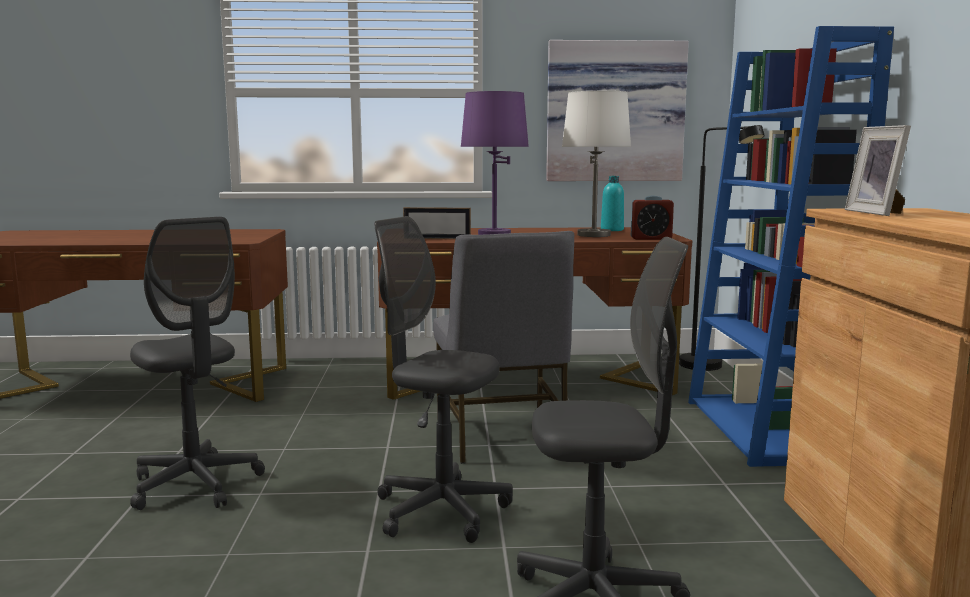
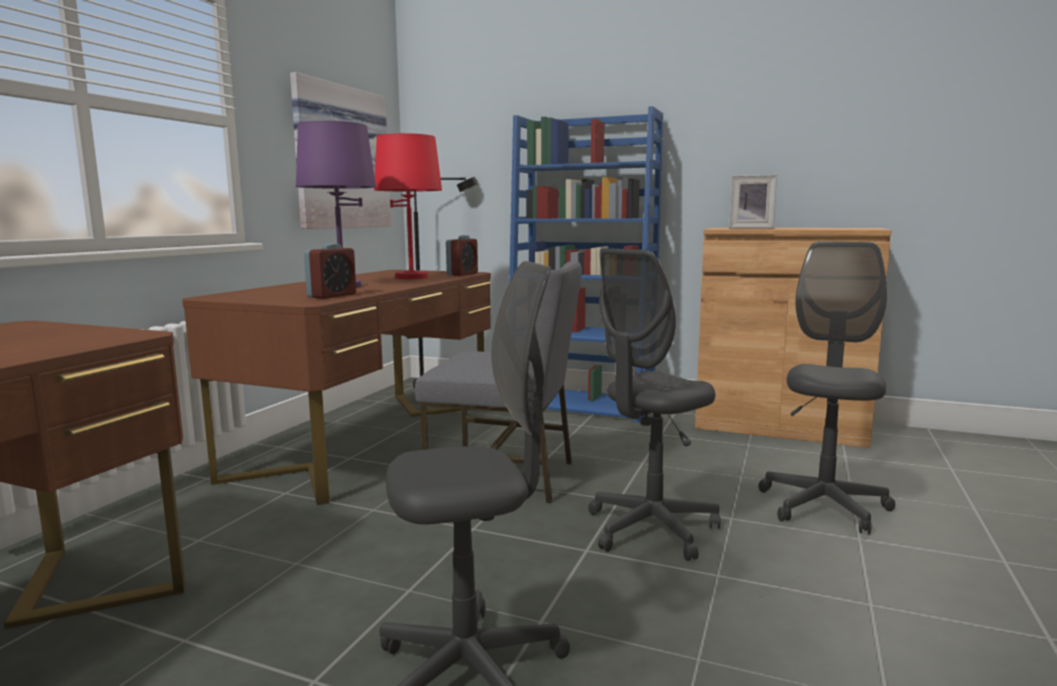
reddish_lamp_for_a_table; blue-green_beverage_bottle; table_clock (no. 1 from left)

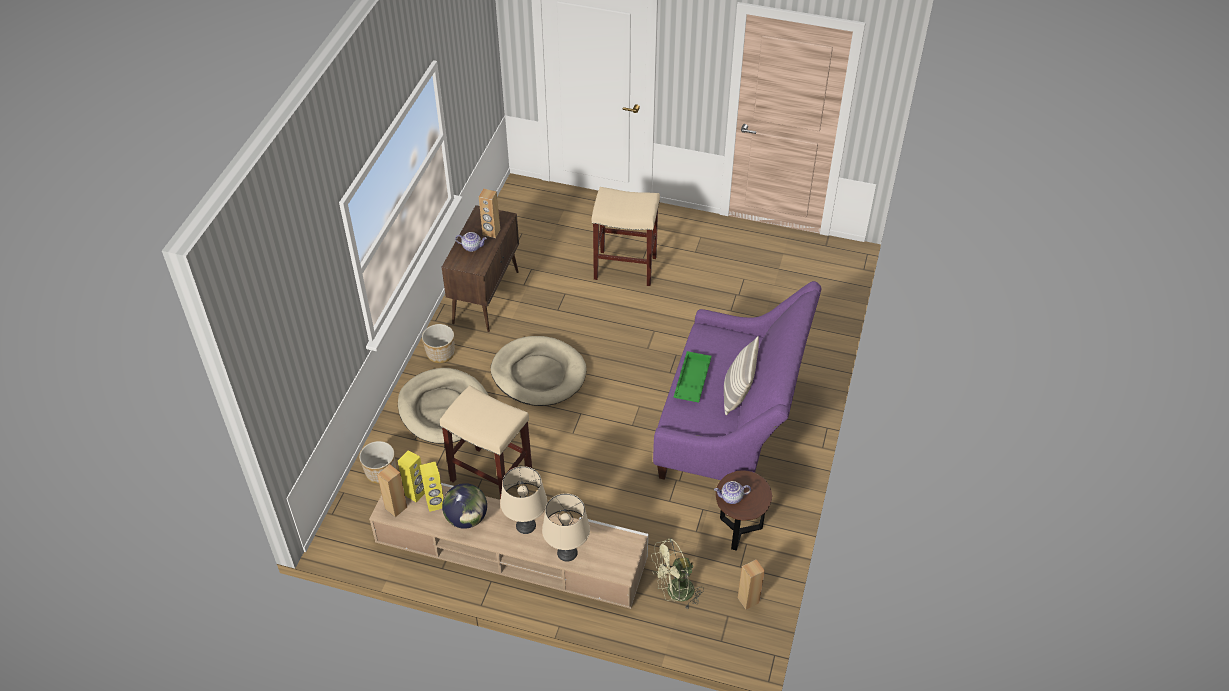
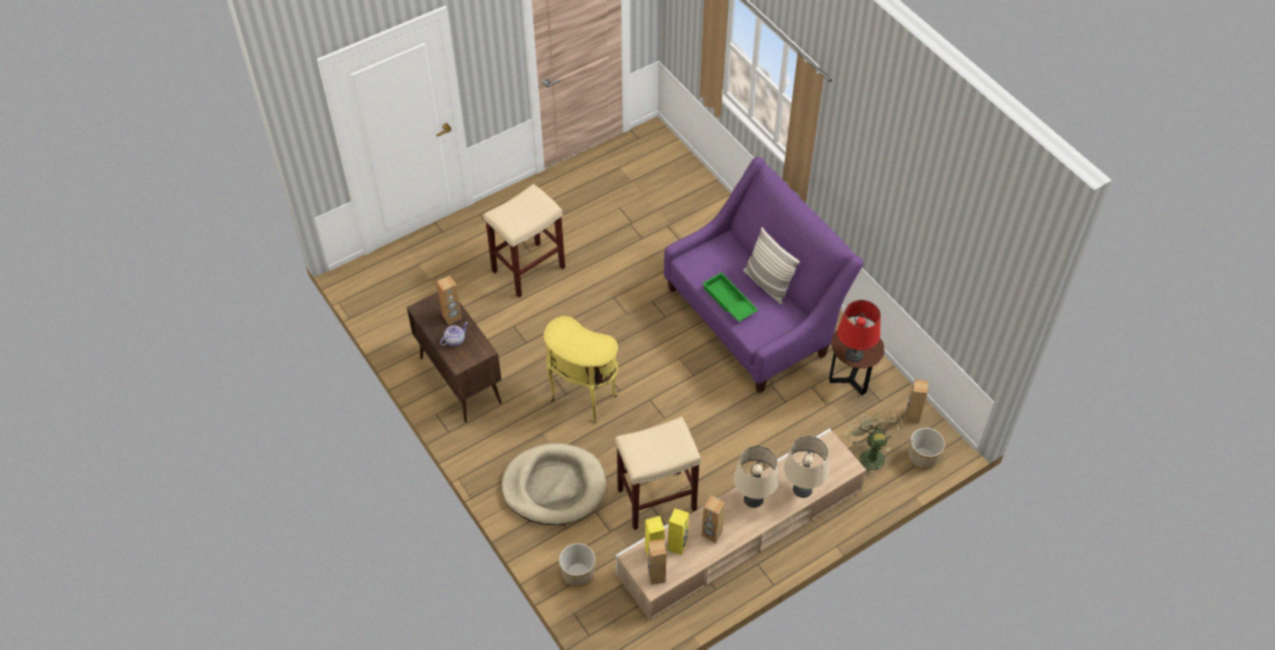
planter (no. 2 from left); yellow_accent_table; reddish_lamp_for_a_table; brownish_loudspeaker (no. 3 from left); green_fan

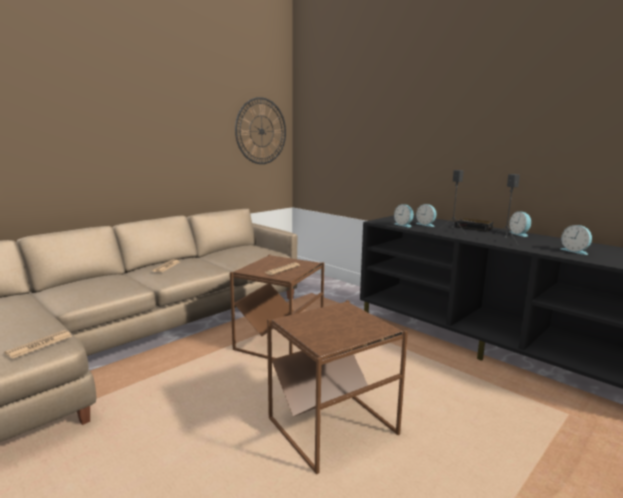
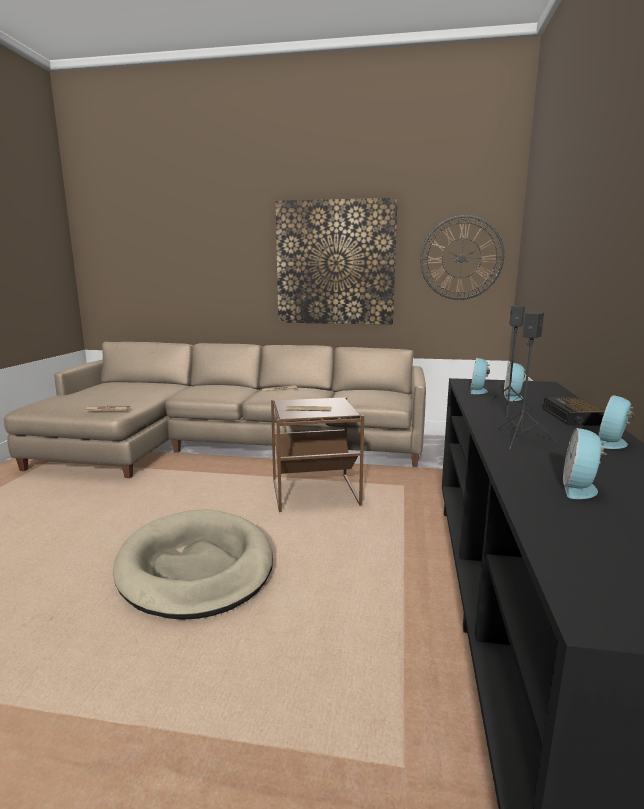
beige_dog_cushion; picture

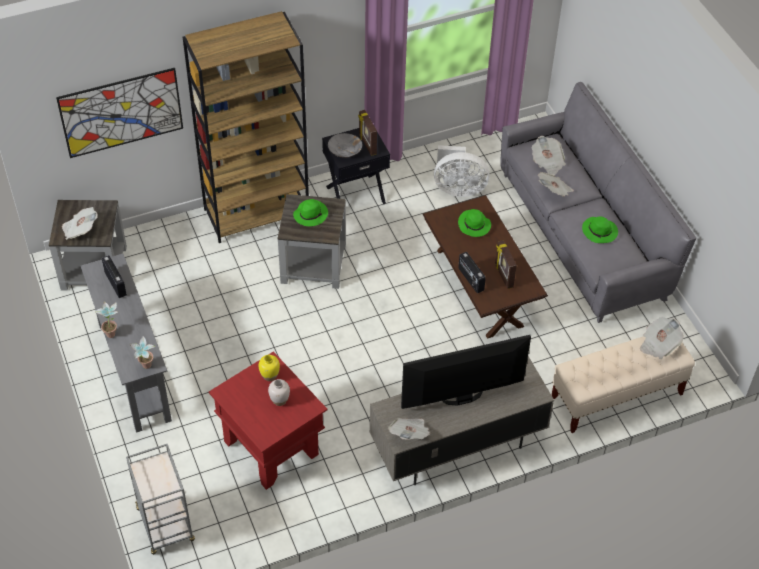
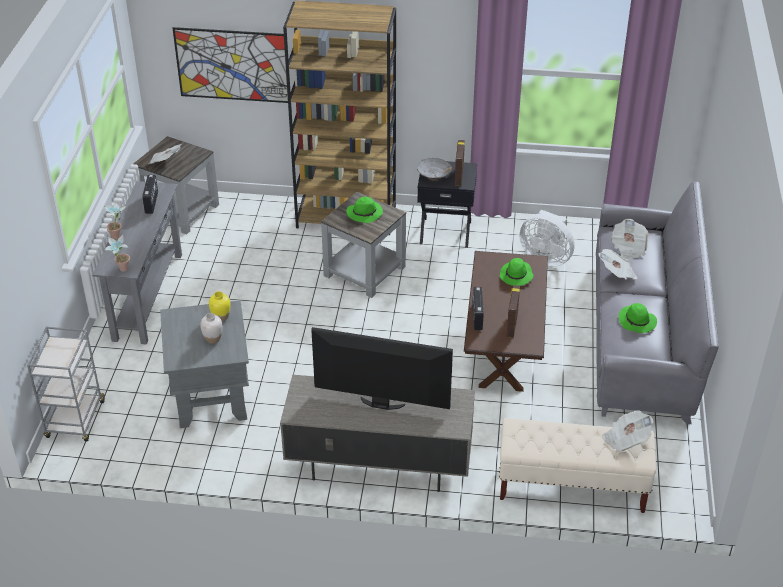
grey_accent_table (no. 2 from left); daily_paper (no. 2 from left in the first image)

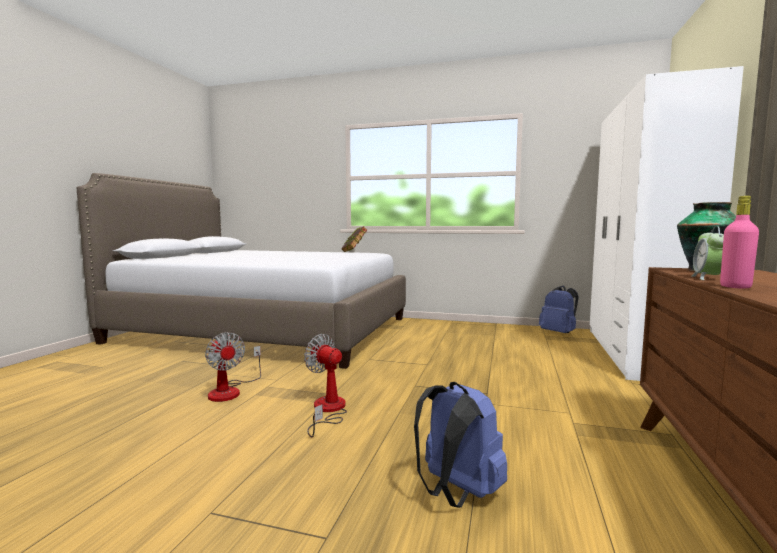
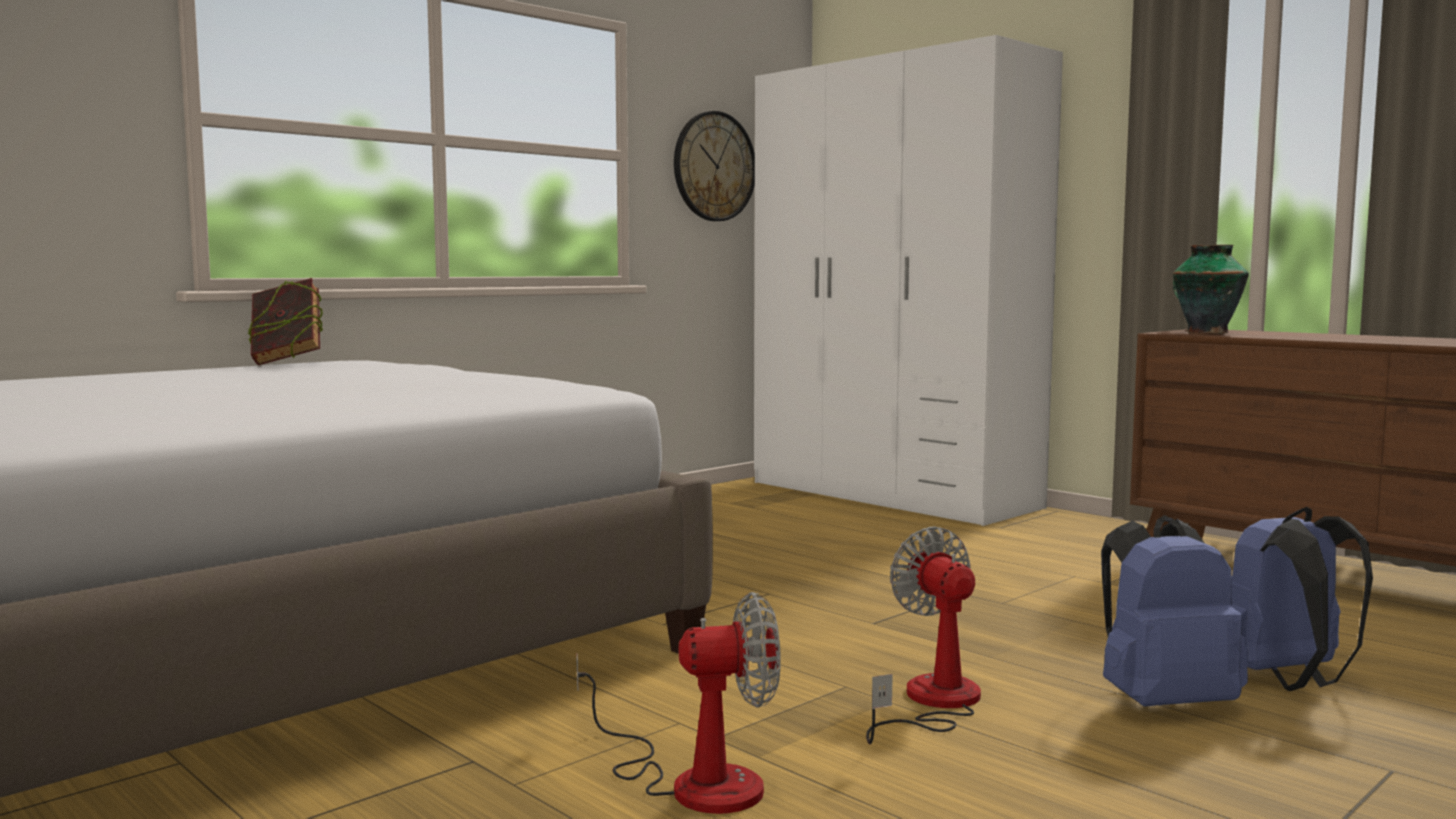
pinkish_beverage_bottle; table_clock; blue_knapsack (no. 1 from left); fan (no. 2 from left); clock_on_the_wall

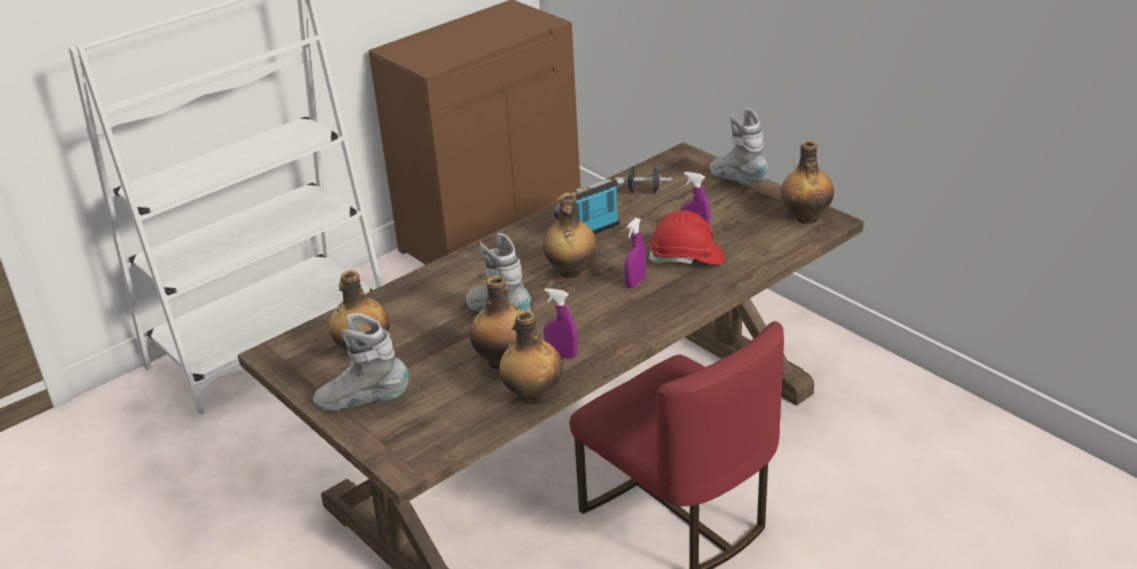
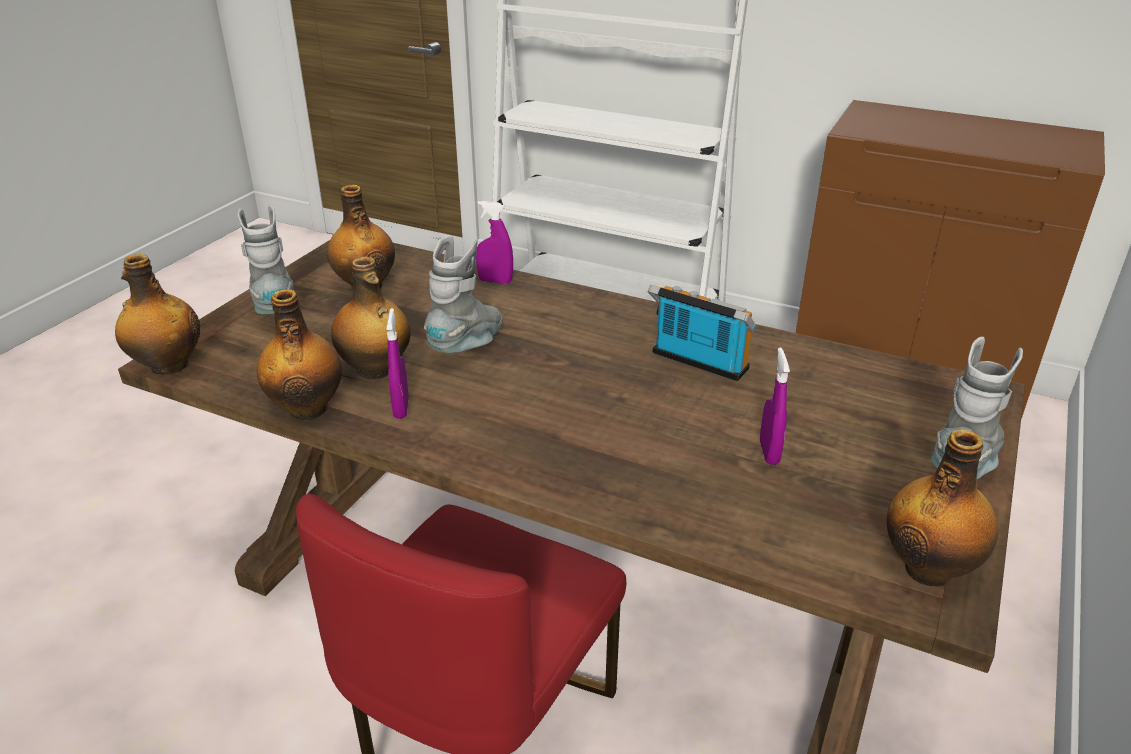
black-coloured_free_weight; beverage_bottle (no. 1 from left); reddish_hard_hat; purple_sprayer (no. 2 from left)

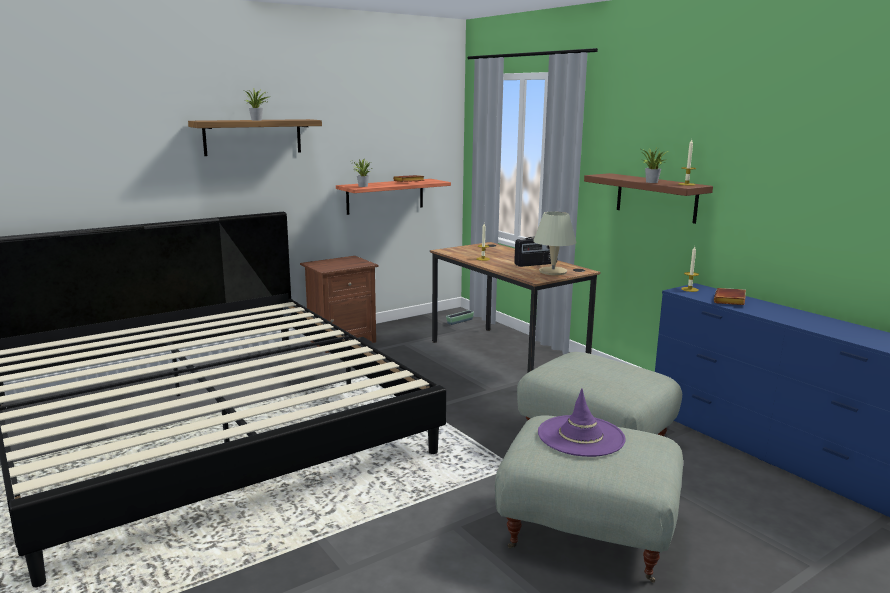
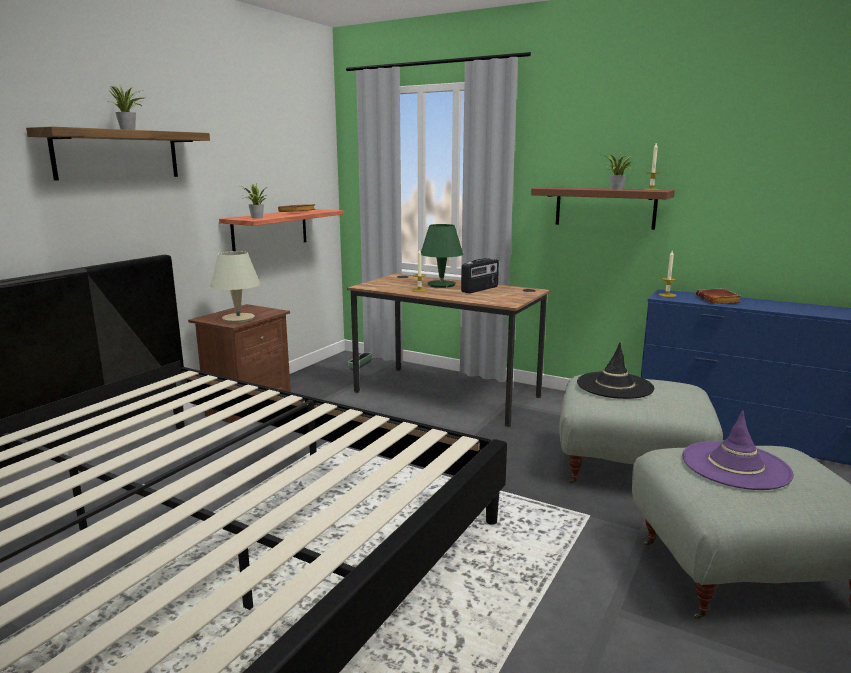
beige_lamp_for_a_table; green_lamp_for_a_table; black-coloured_hat

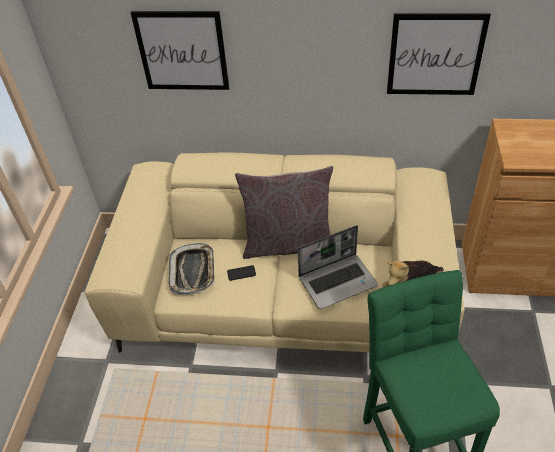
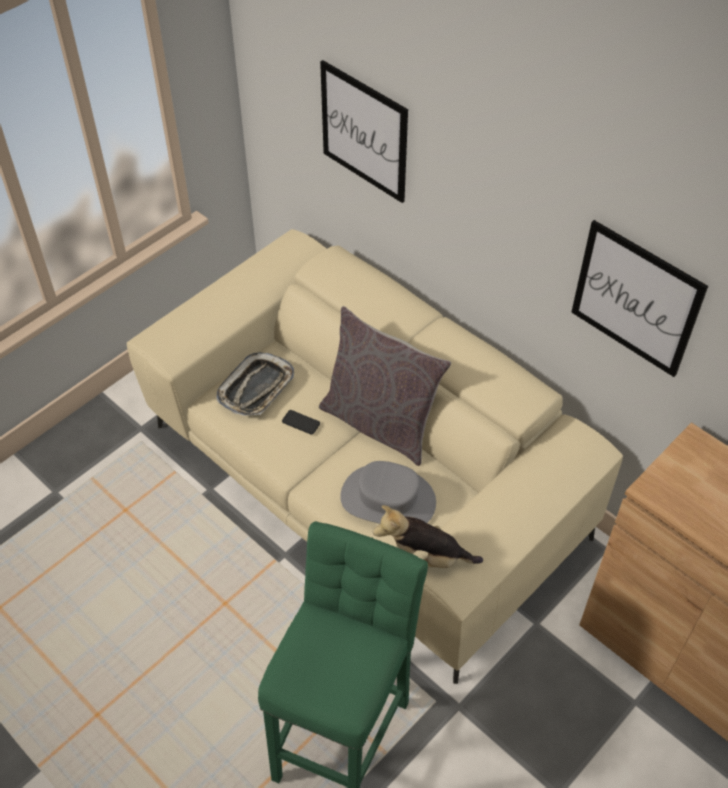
grey_hat

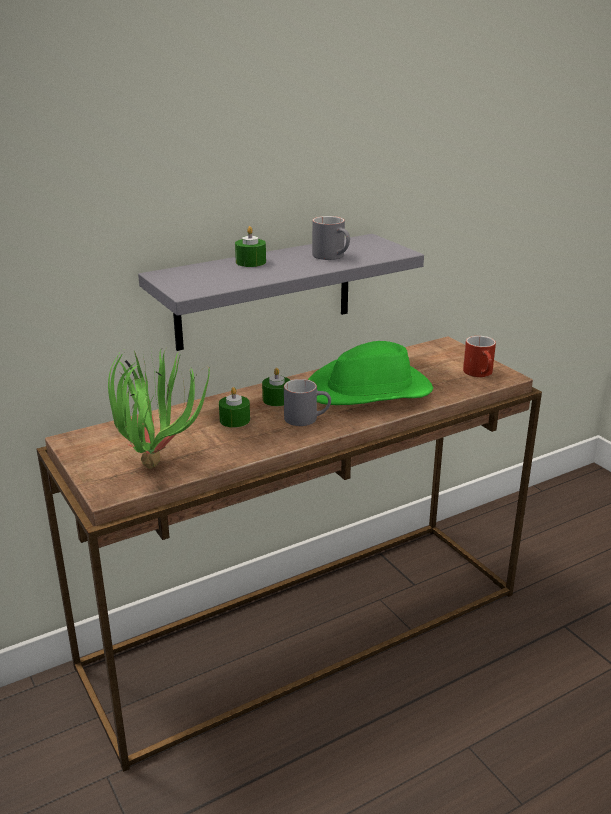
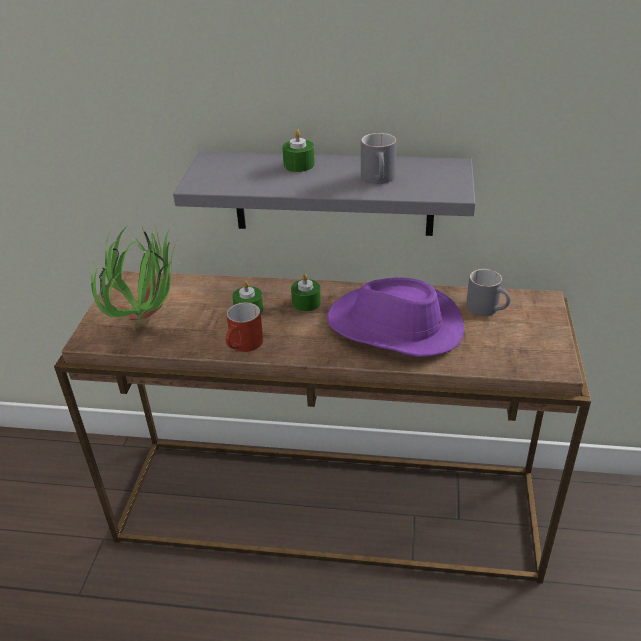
reddish_coffee_mug; purple_hat; grey_coffee_mug (no. 2 from left)

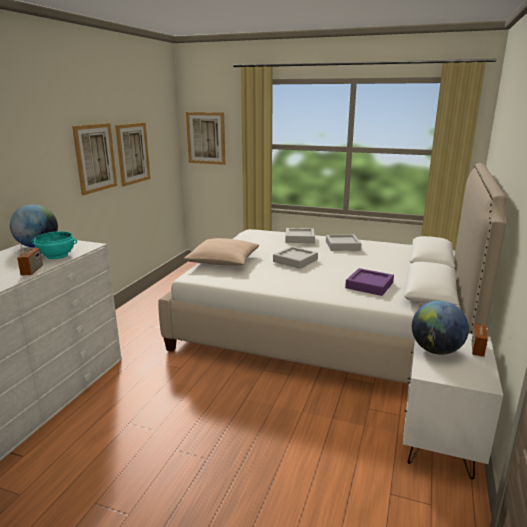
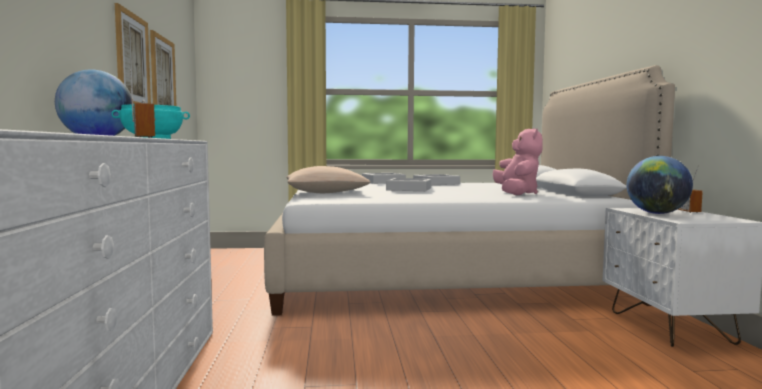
picture (no. 3 from left in the first image); pinkish_cuddly_toy

